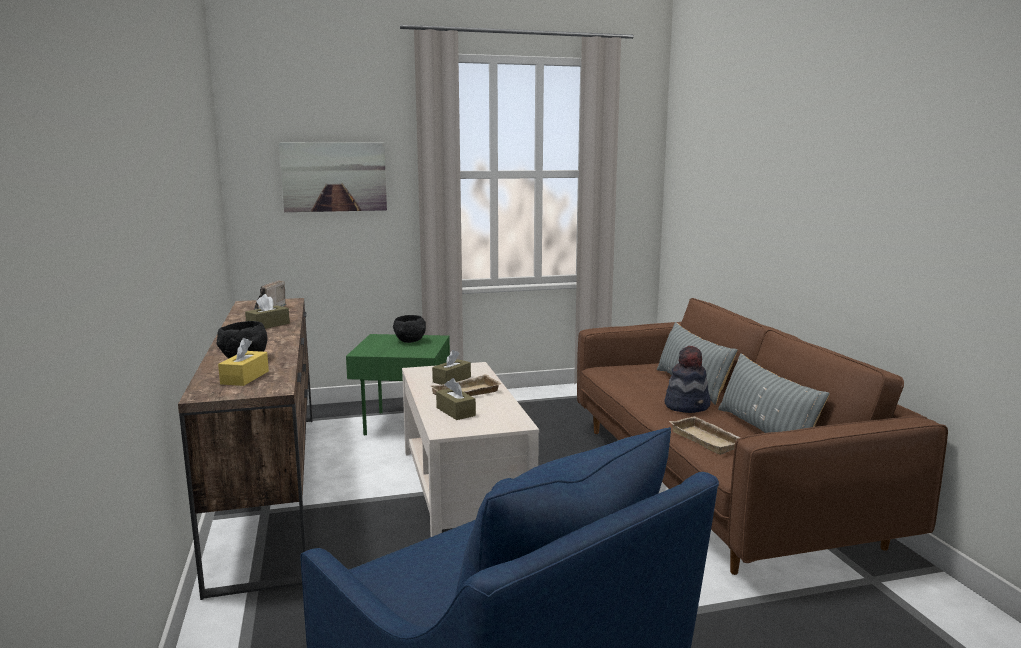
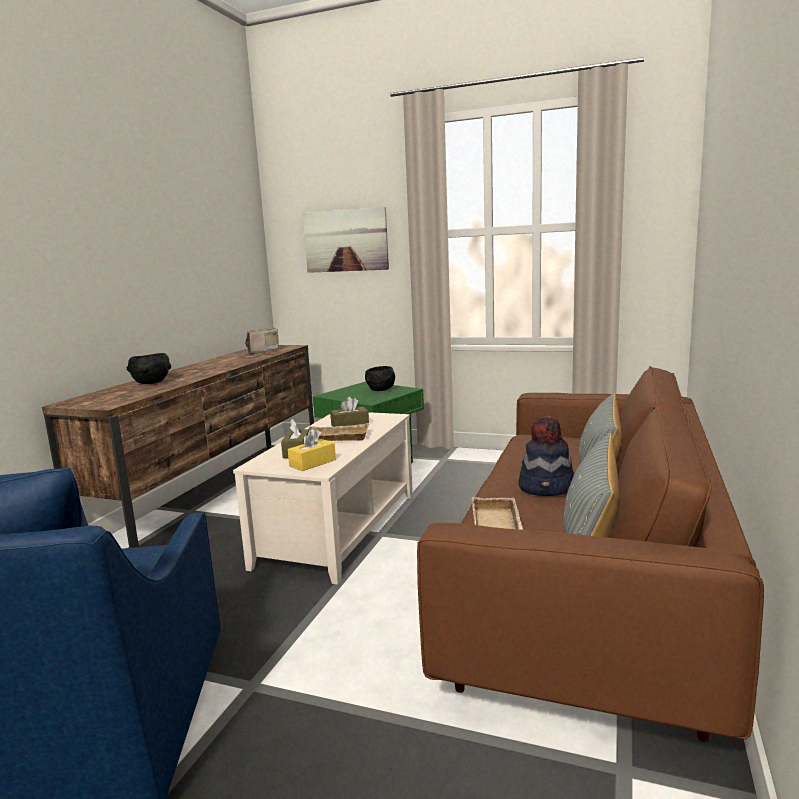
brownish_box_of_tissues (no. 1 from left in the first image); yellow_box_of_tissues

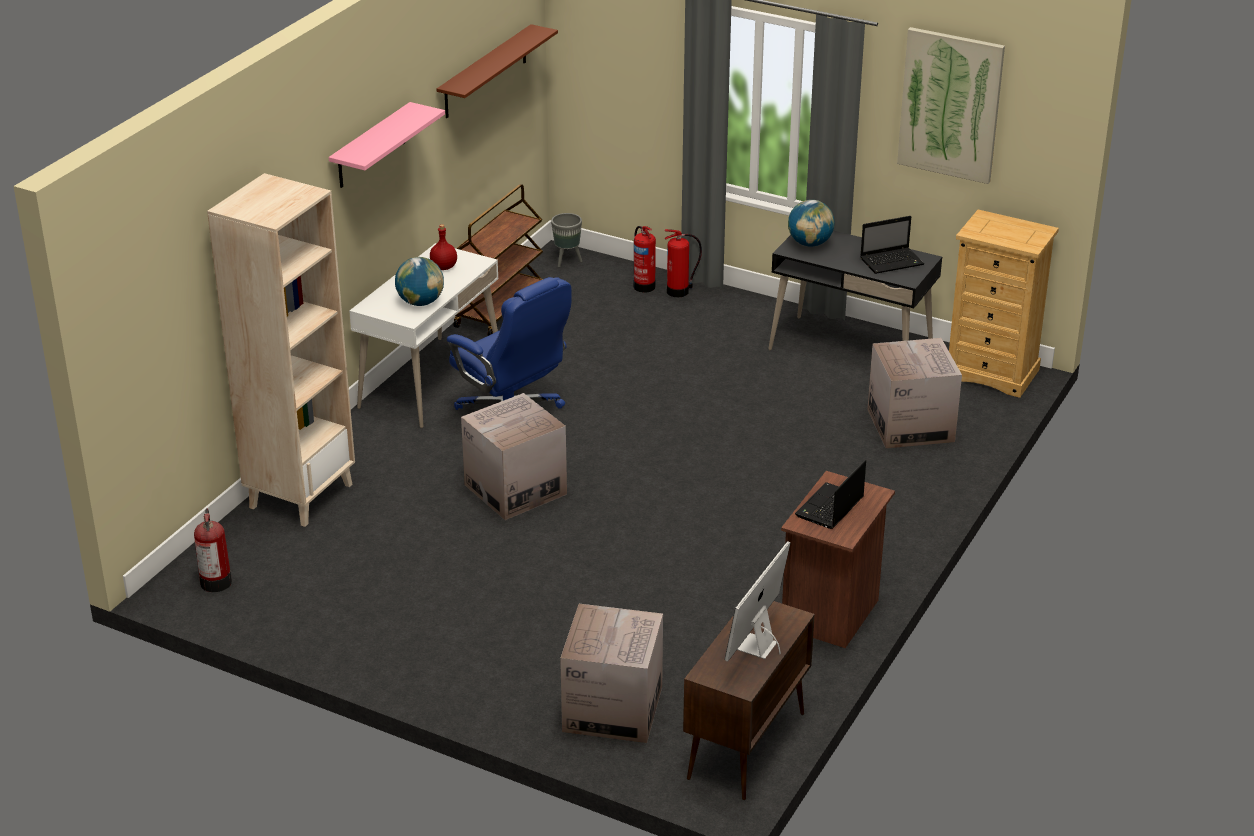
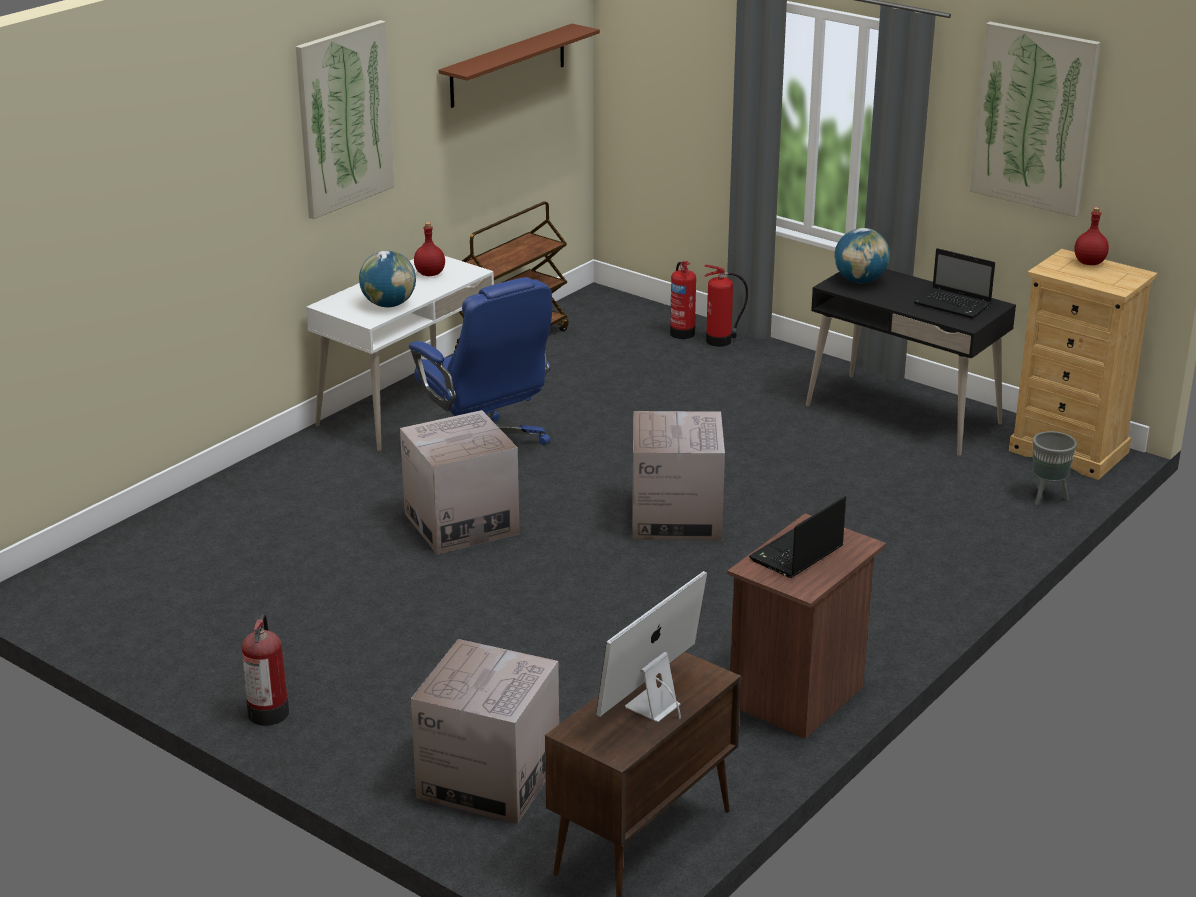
picture (no. 1 from left); beige_bookcase; grey_planter; laptop (no. 2 from left); packing_box (no. 3 from left); extinguisher (no. 1 from left); reddish_beverage_bottle (no. 2 from left)

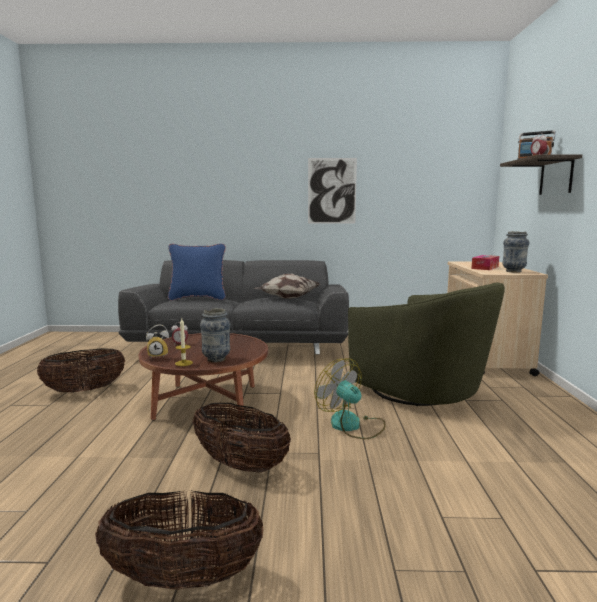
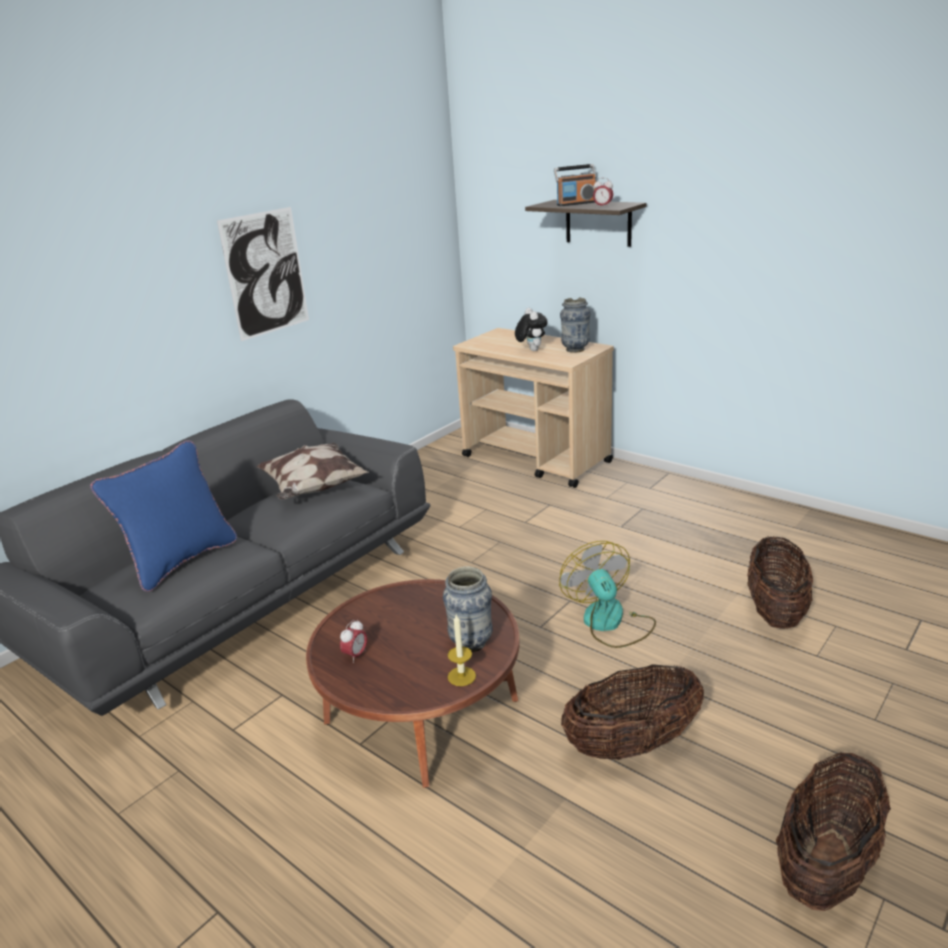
cuddly_toy; green_lounge_chair; table_clock (no. 1 from left in the first image); storage_basket (no. 2 from left); fan

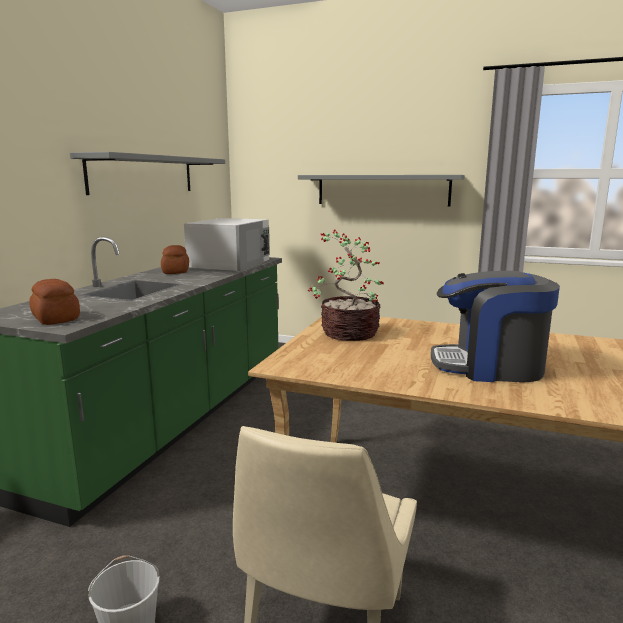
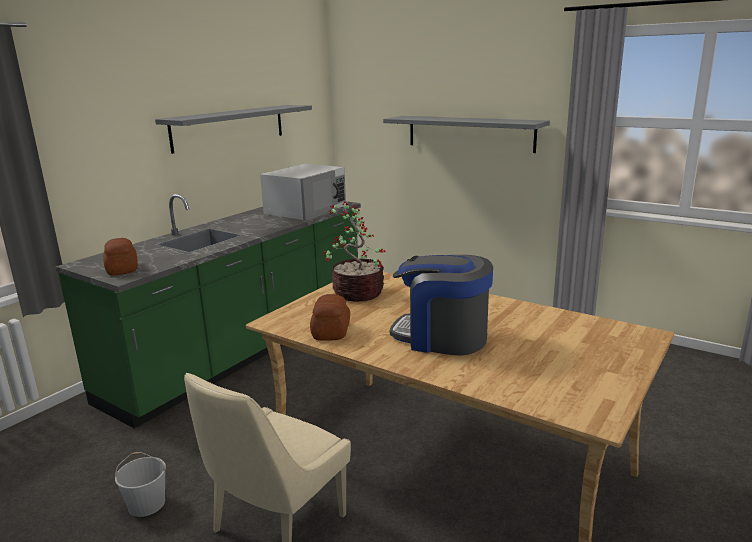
bakery_bread (no. 2 from left)

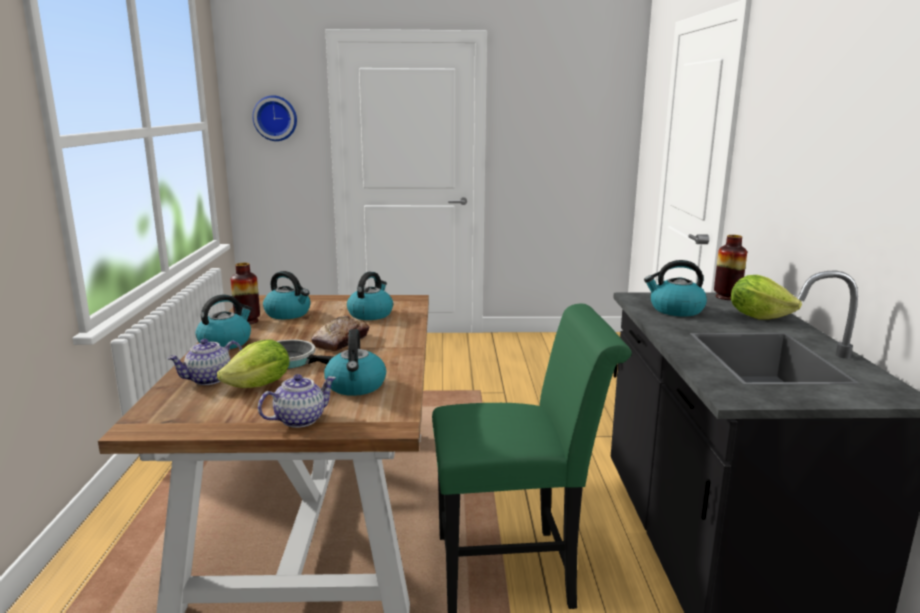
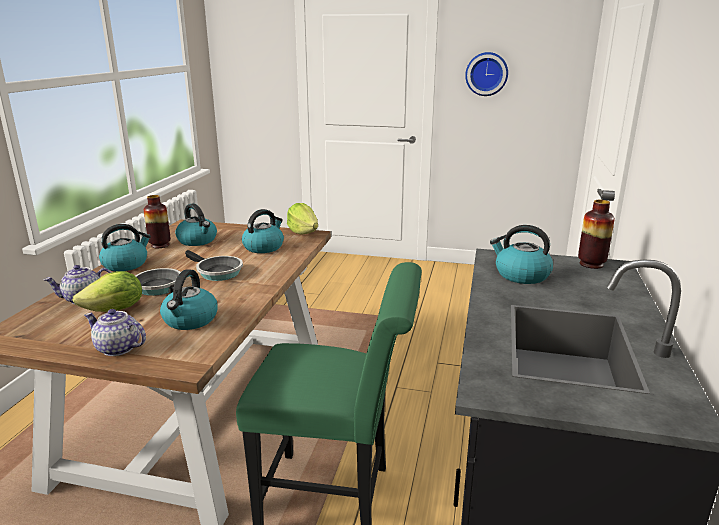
clock_on_the_wall; lettuce_head (no. 2 from left); pan (no. 2 from left); teapot (no. 2 from left)

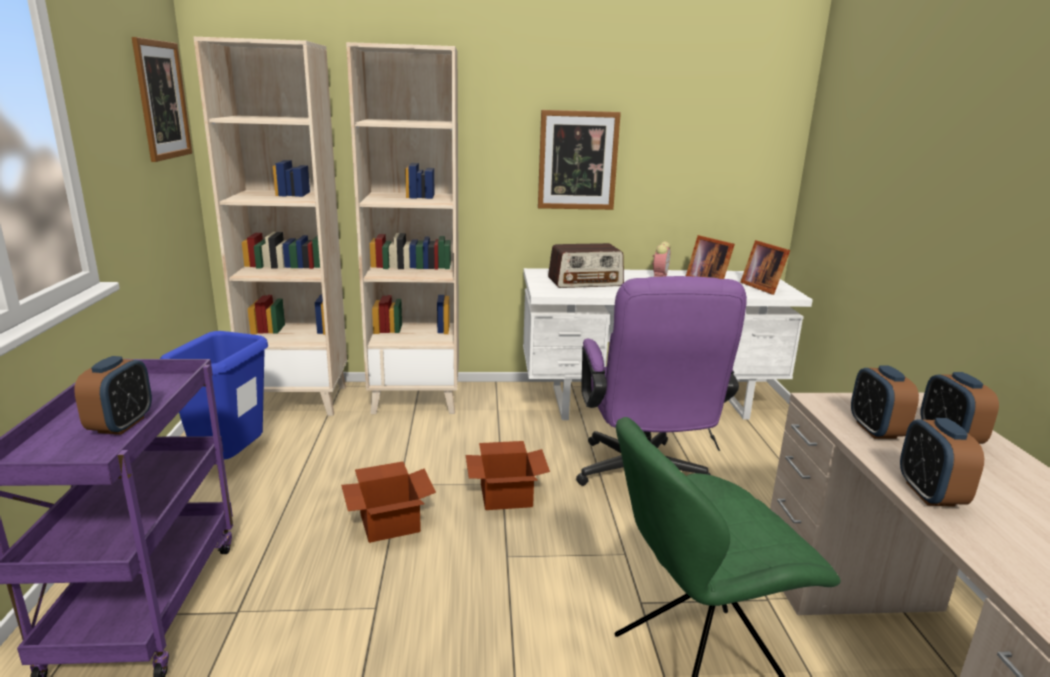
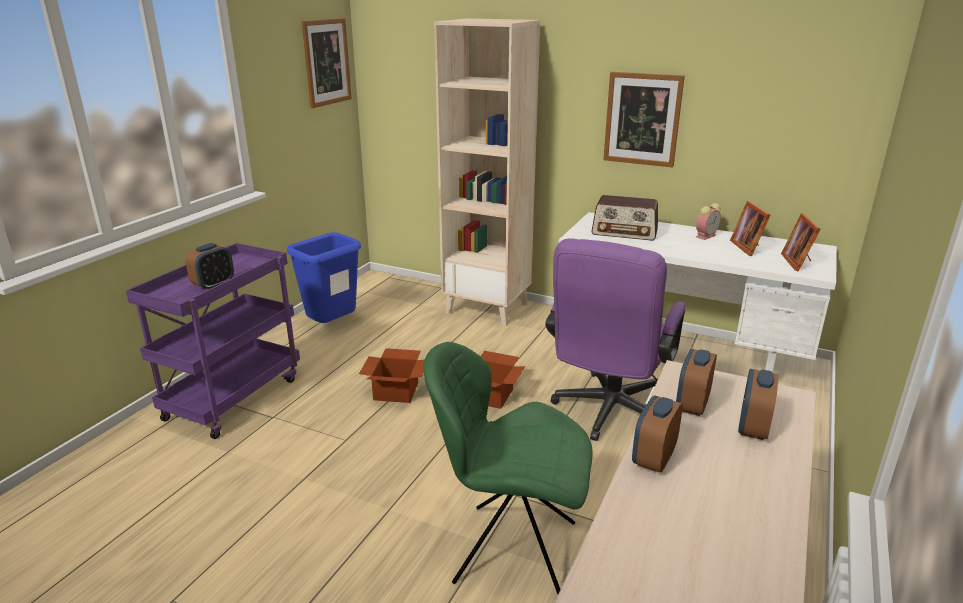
beige_bookcase (no. 1 from left in the first image)

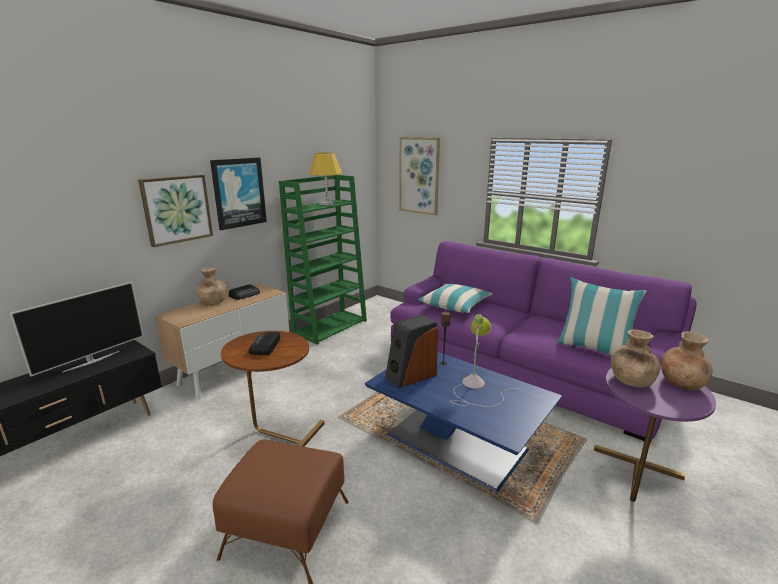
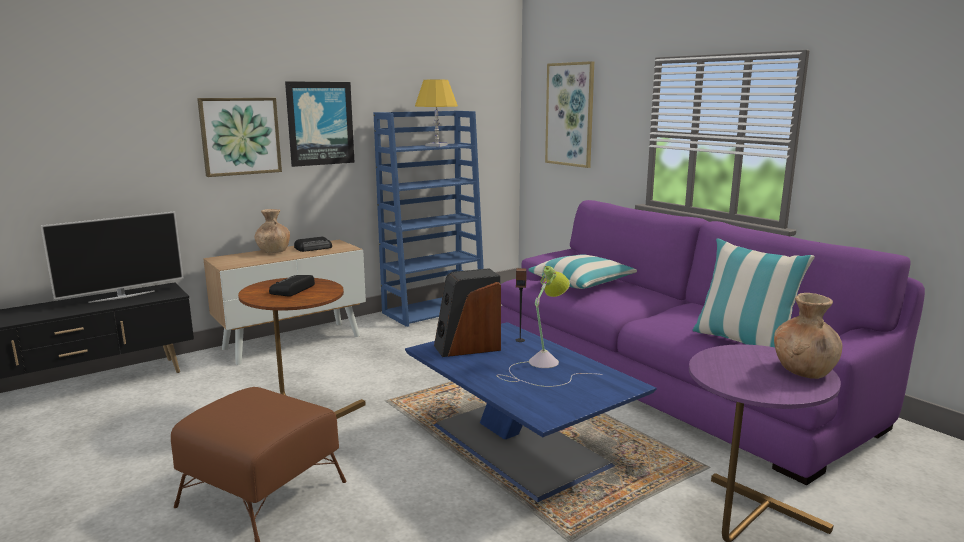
blue_bookcase; brownish_flower_vase (no. 2 from left in the first image)

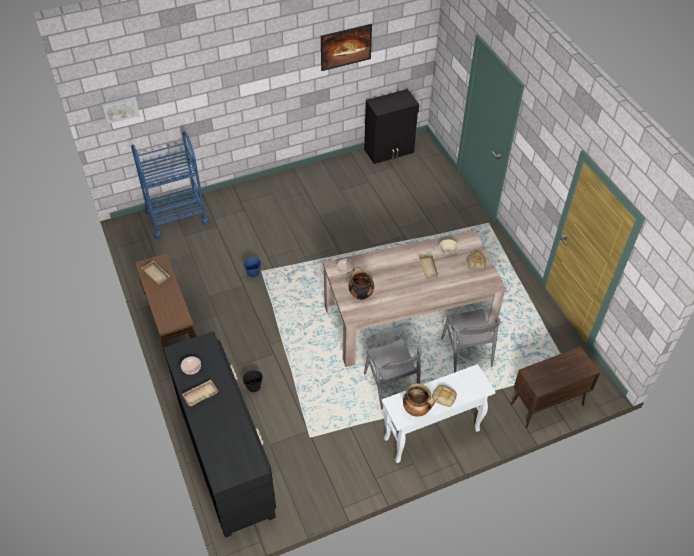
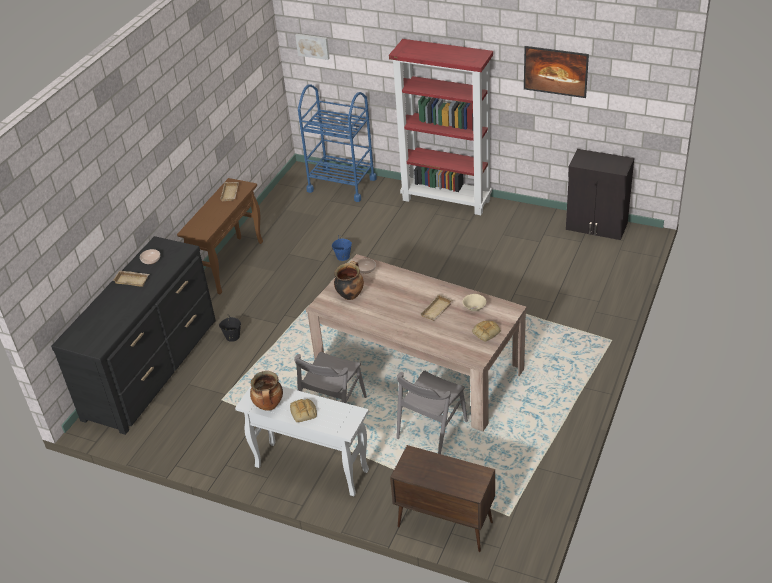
reddish_bookcase

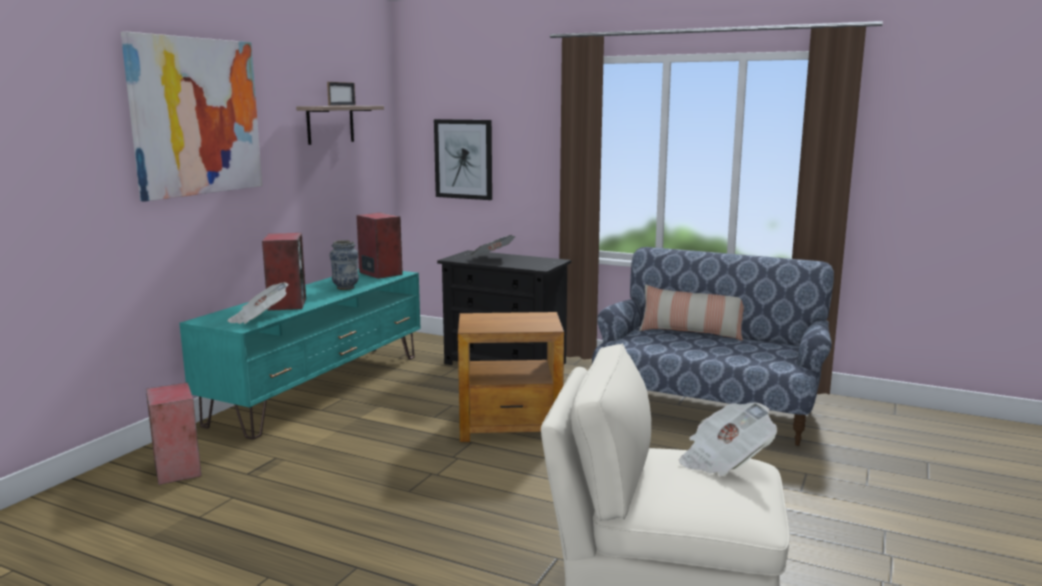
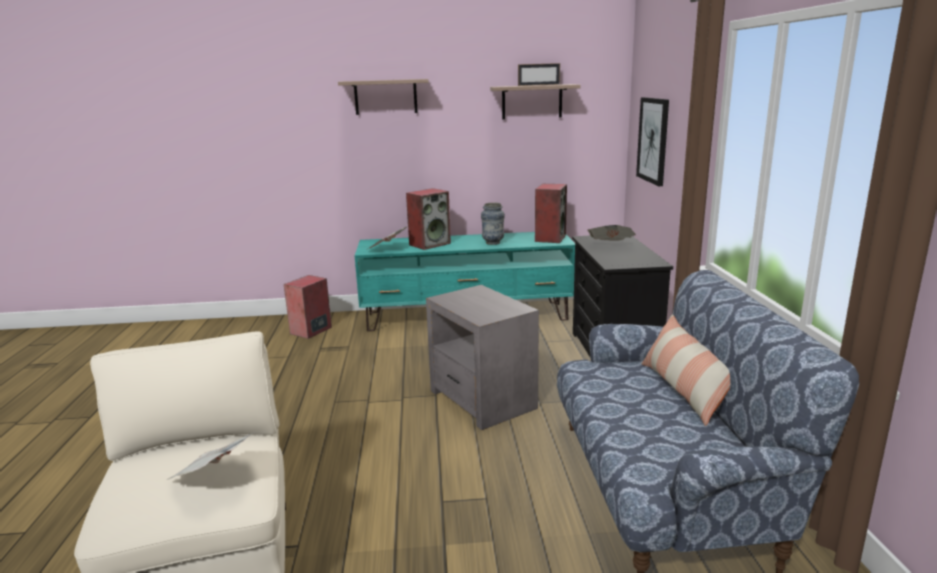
wall_shelf (no. 1 from left); grey_accent_table

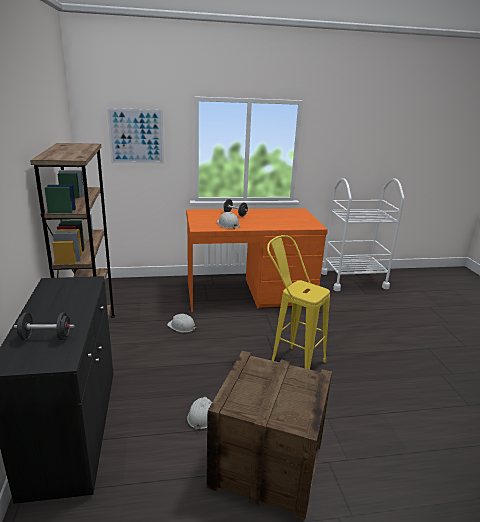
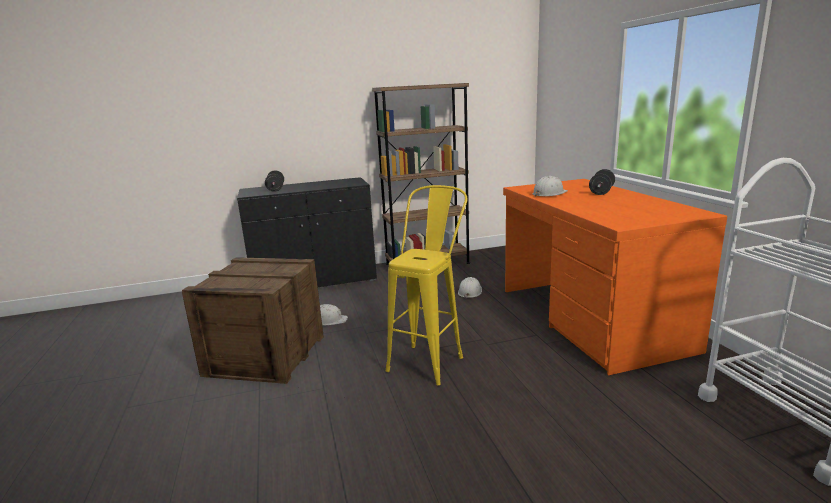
picture

